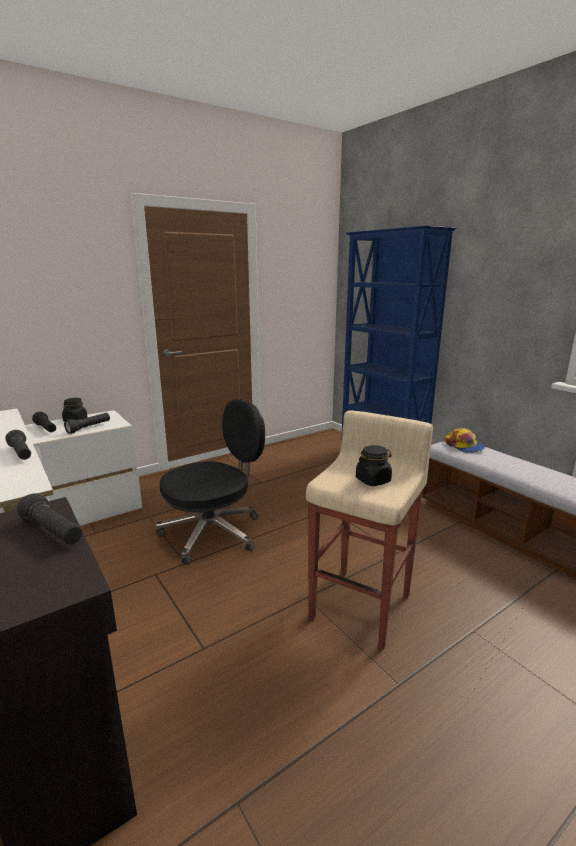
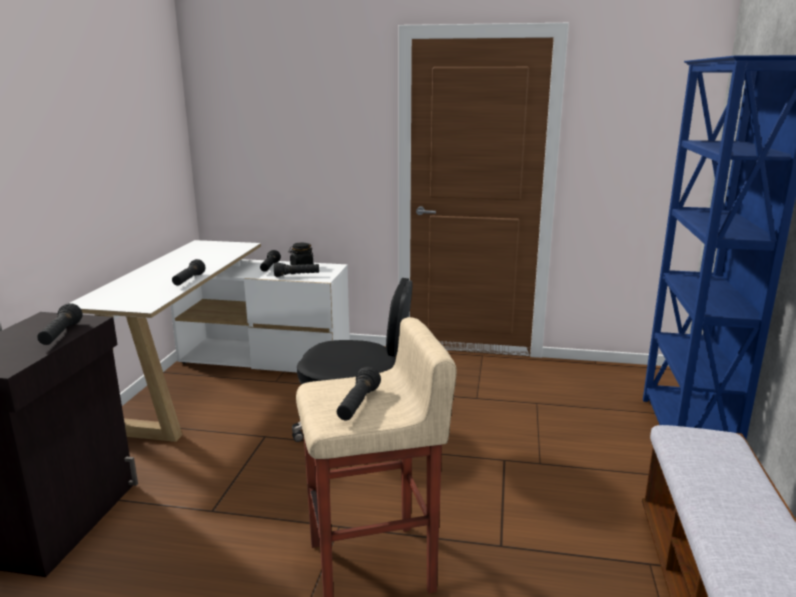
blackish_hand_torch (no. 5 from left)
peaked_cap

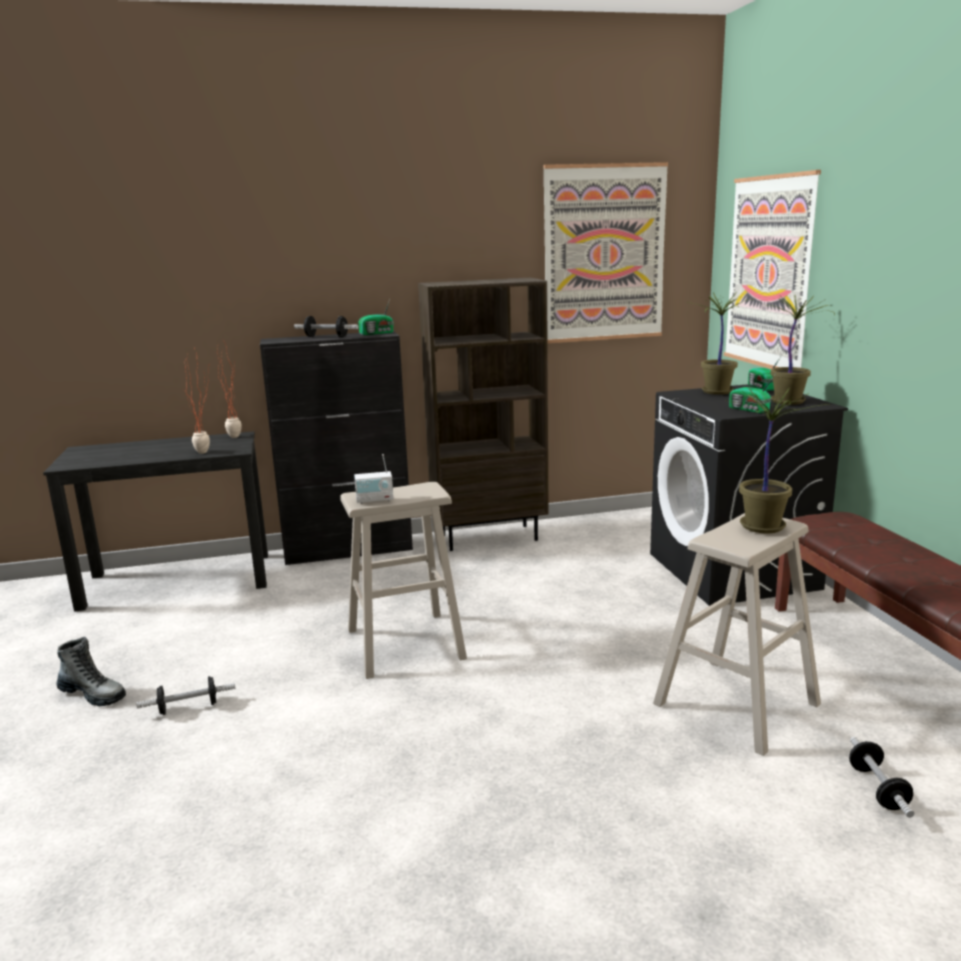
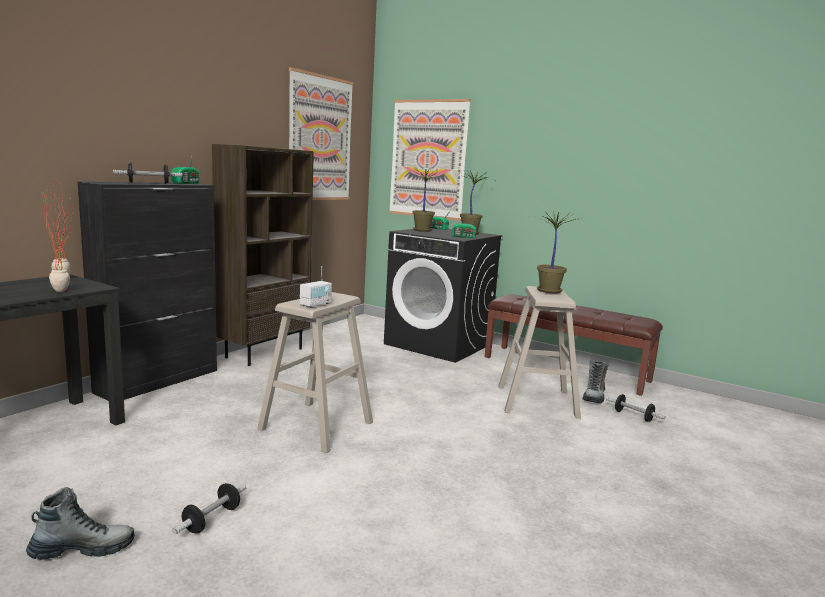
high-top_boot (no. 2 from left)

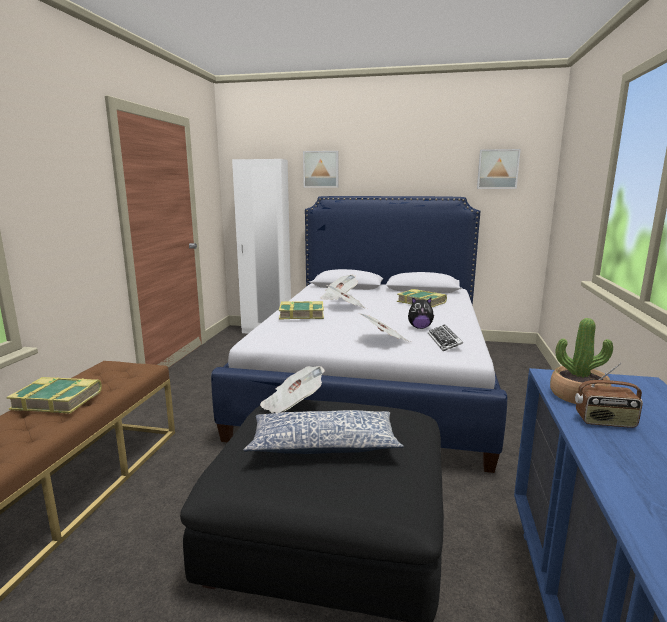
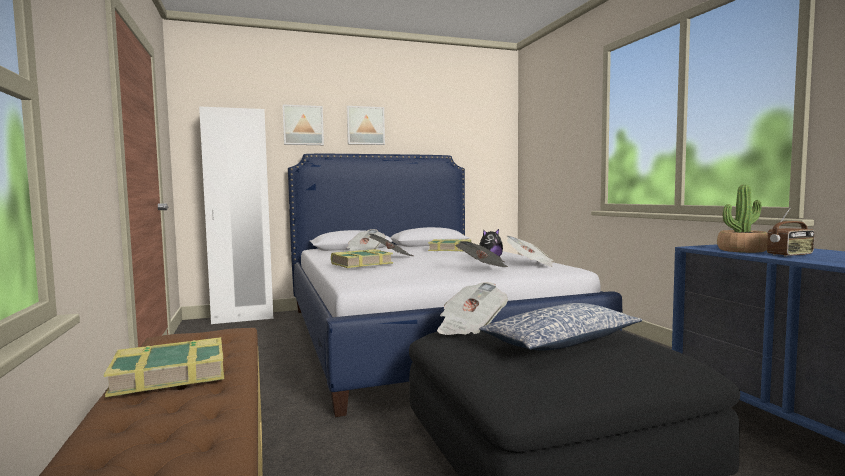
newspaper (no. 5 from left)
wall_art (no. 2 from left)

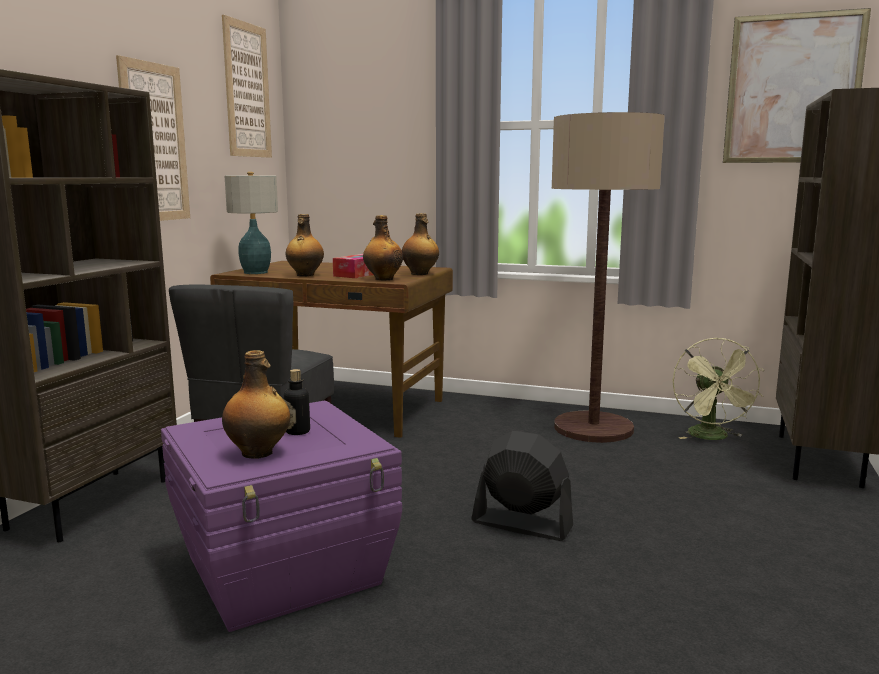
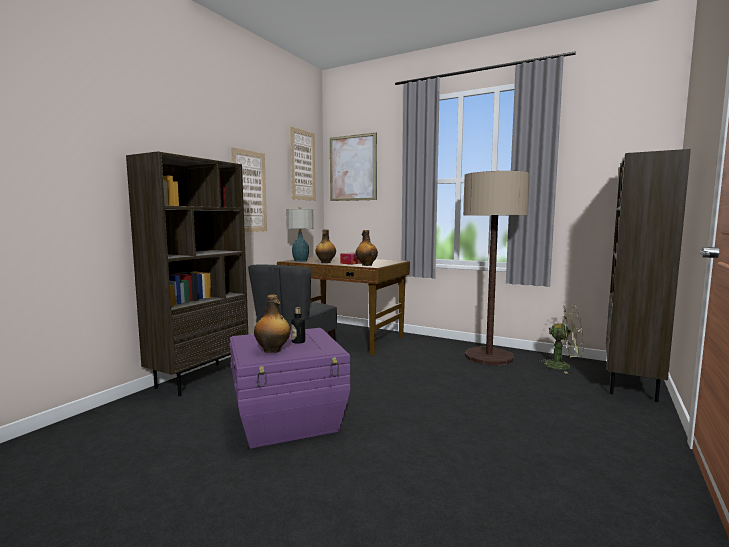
drink_bottle (no. 5 from left in the first image)
blackish_electric_fan
green_electric_fan
wall_art (no. 3 from left)

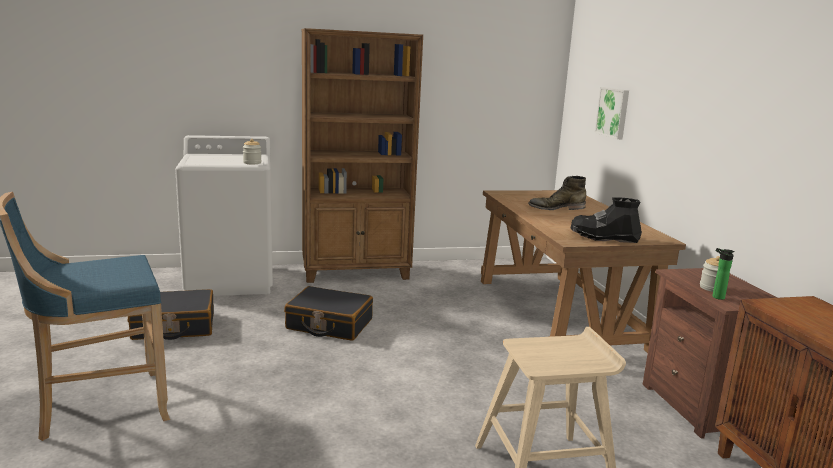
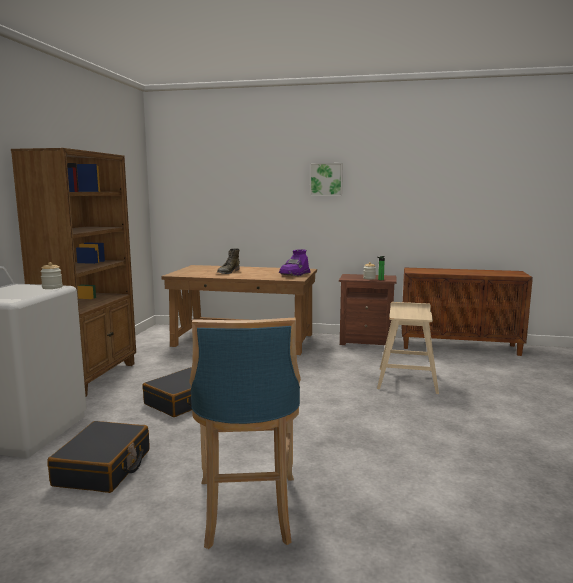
purple_high-top_boot
wall_art

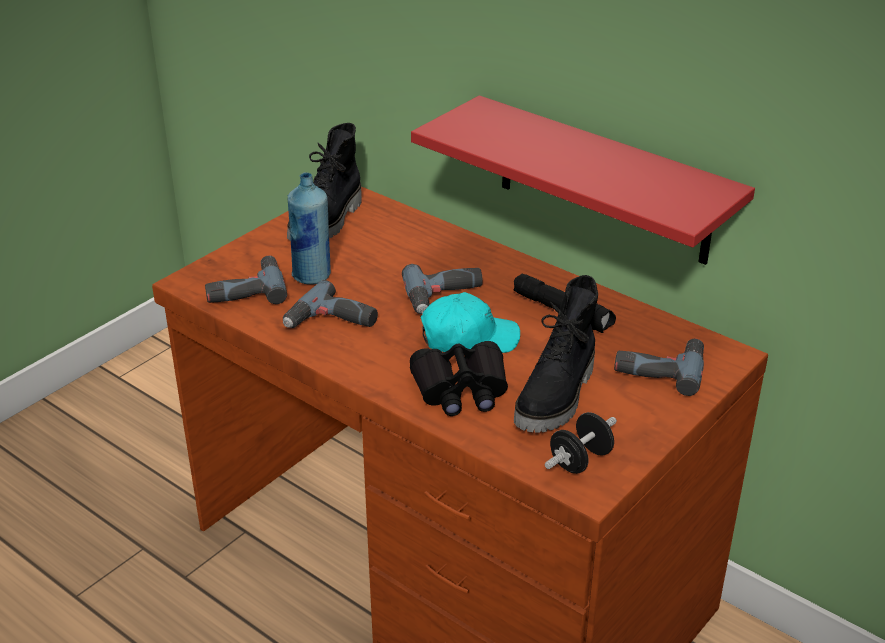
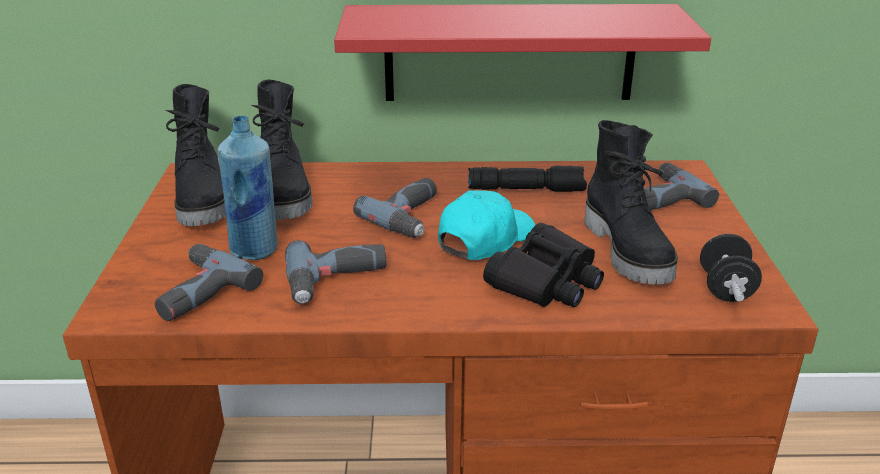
blackish_high-top_boot (no. 2 from left)

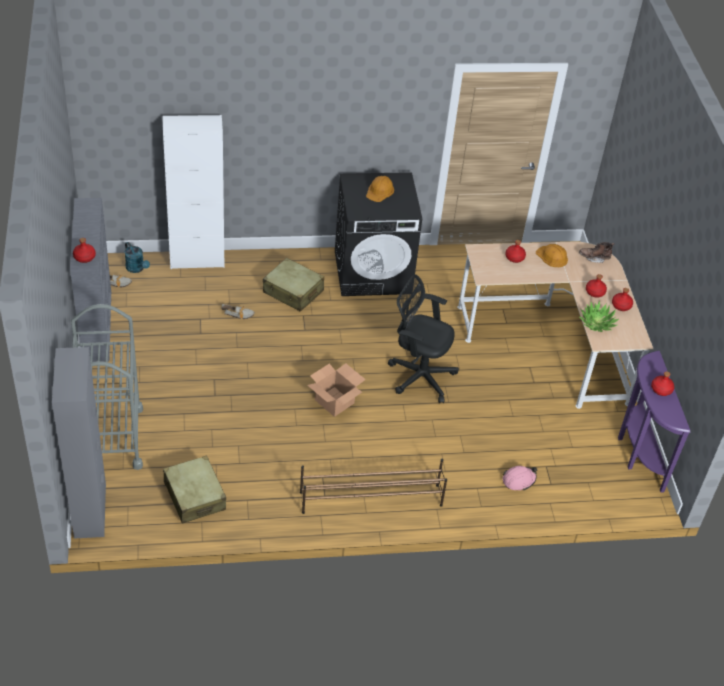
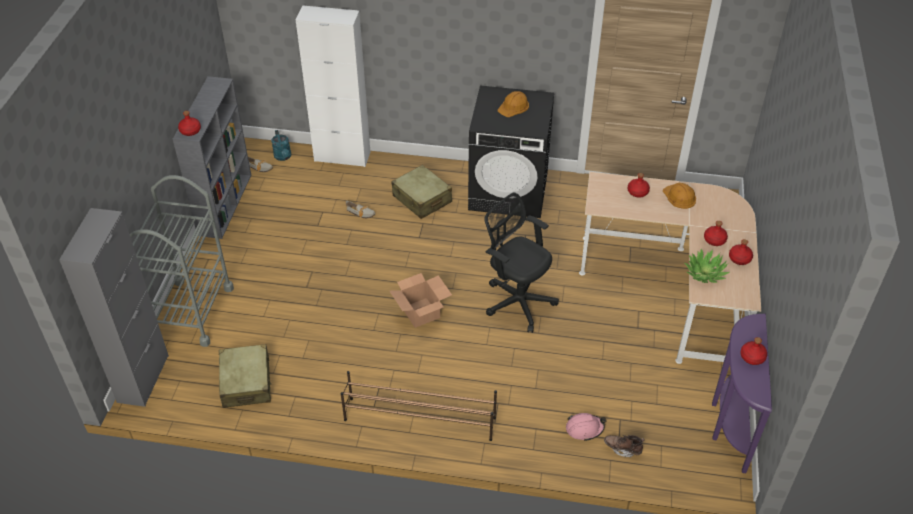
brown-coloured_high-top_boot

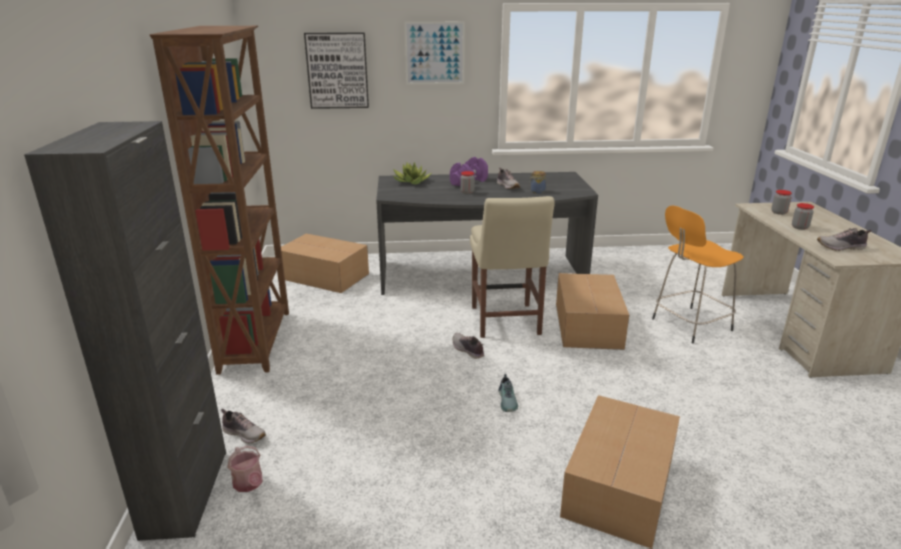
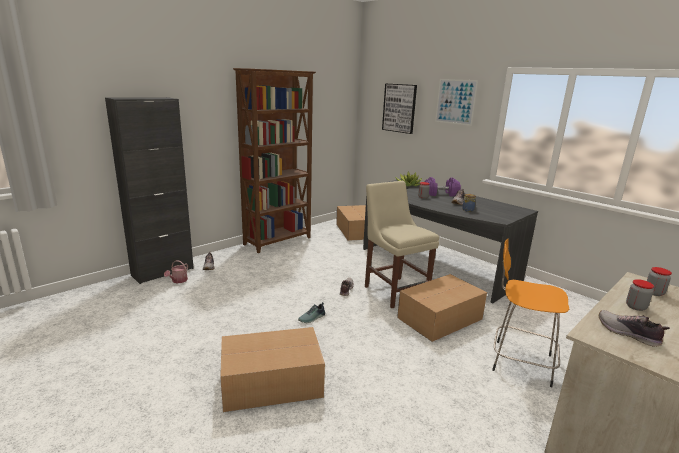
sand-coloured_upright_chair

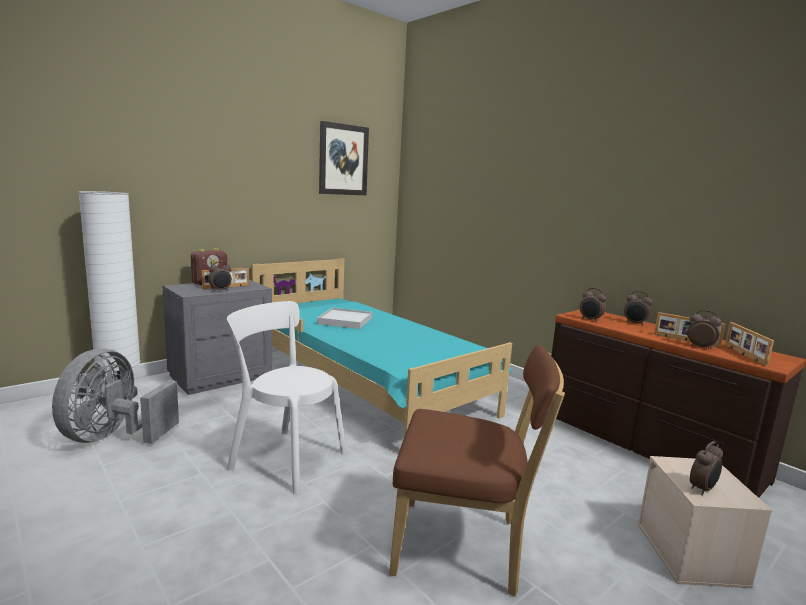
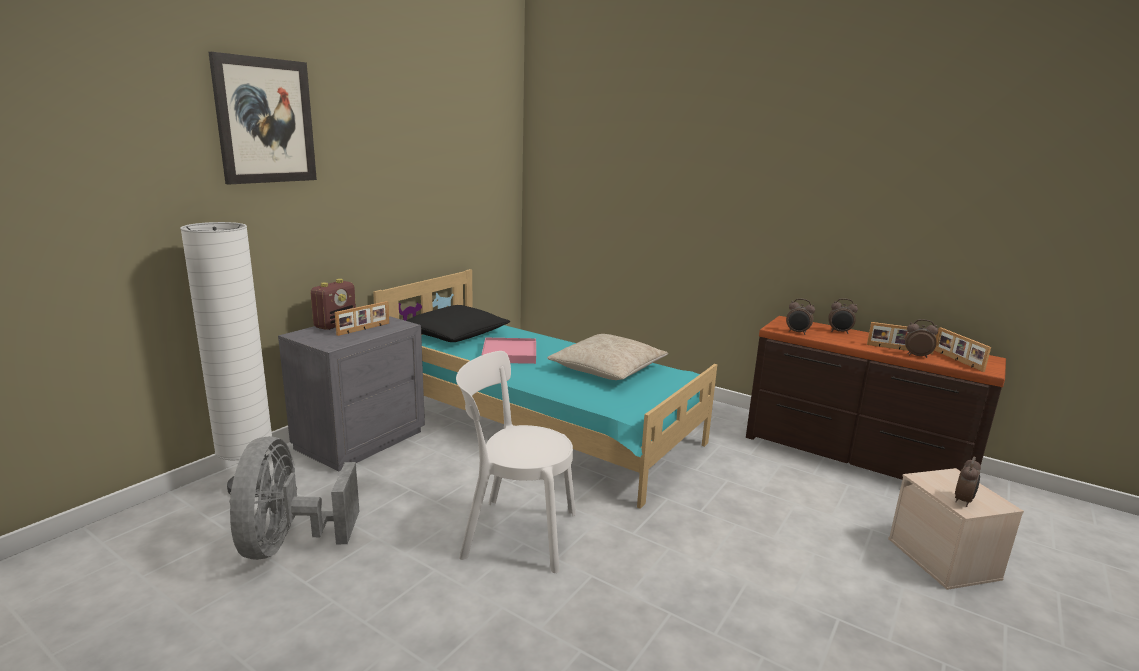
table_clock (no. 1 from left in the first image)
pinkish_carrying_tray
wall_art
brown-coloured_upright_chair
blackish_cushion
sand-coloured_cushion

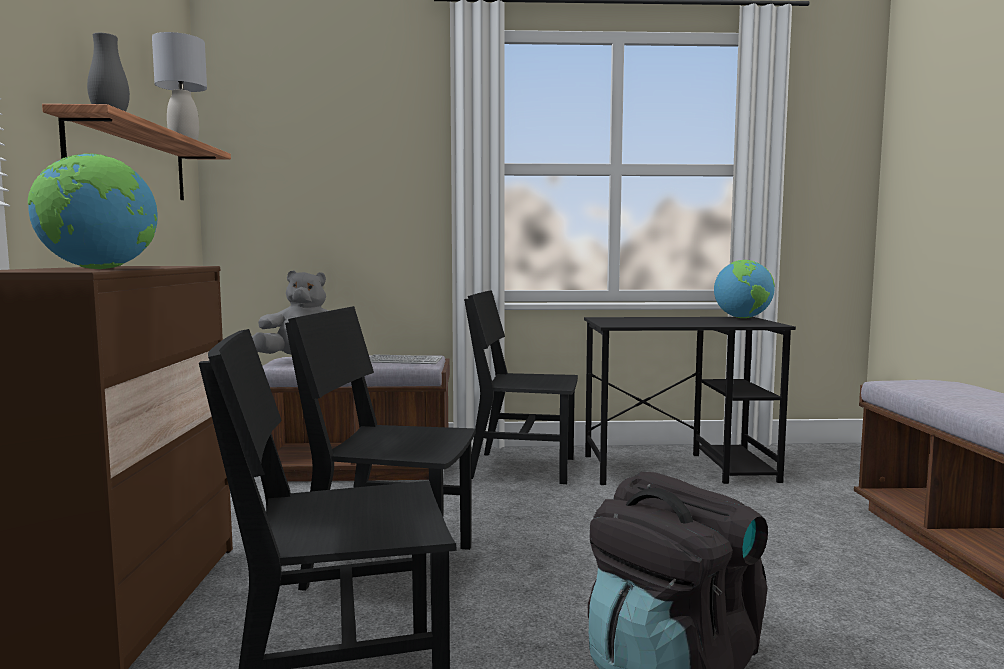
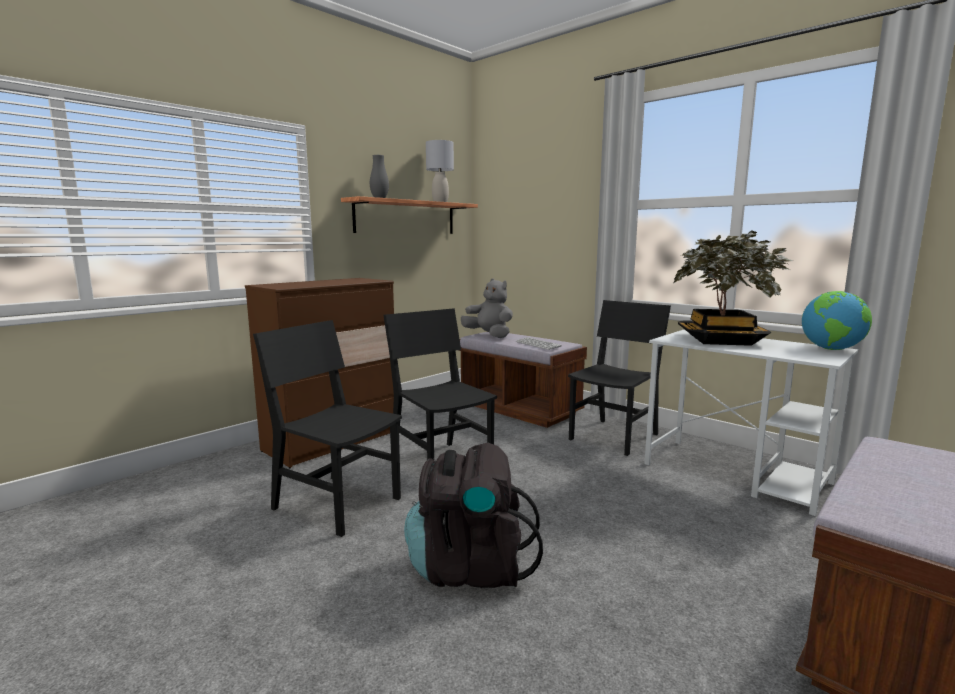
world_globe (no. 1 from left in the first image)
blackish_upright_chair (no. 3 from left)
white-coloured_desk
potted_plant

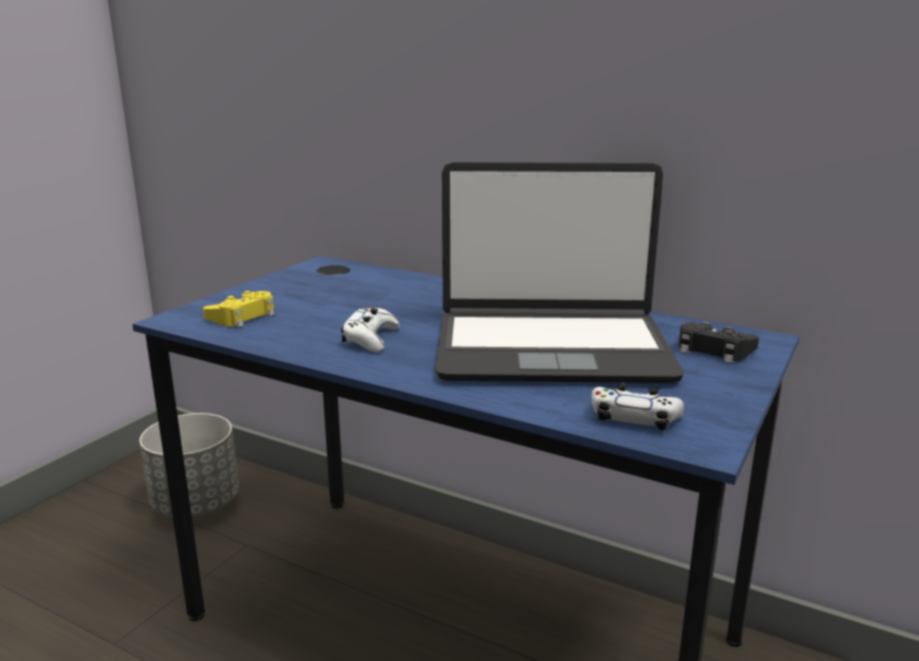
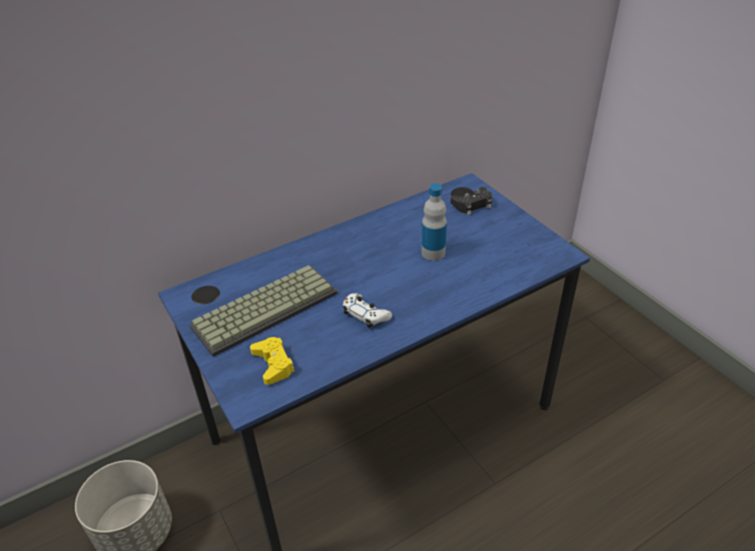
drink_bottle
white-coloured_game_controller (no. 2 from left in the first image)
keyboard

